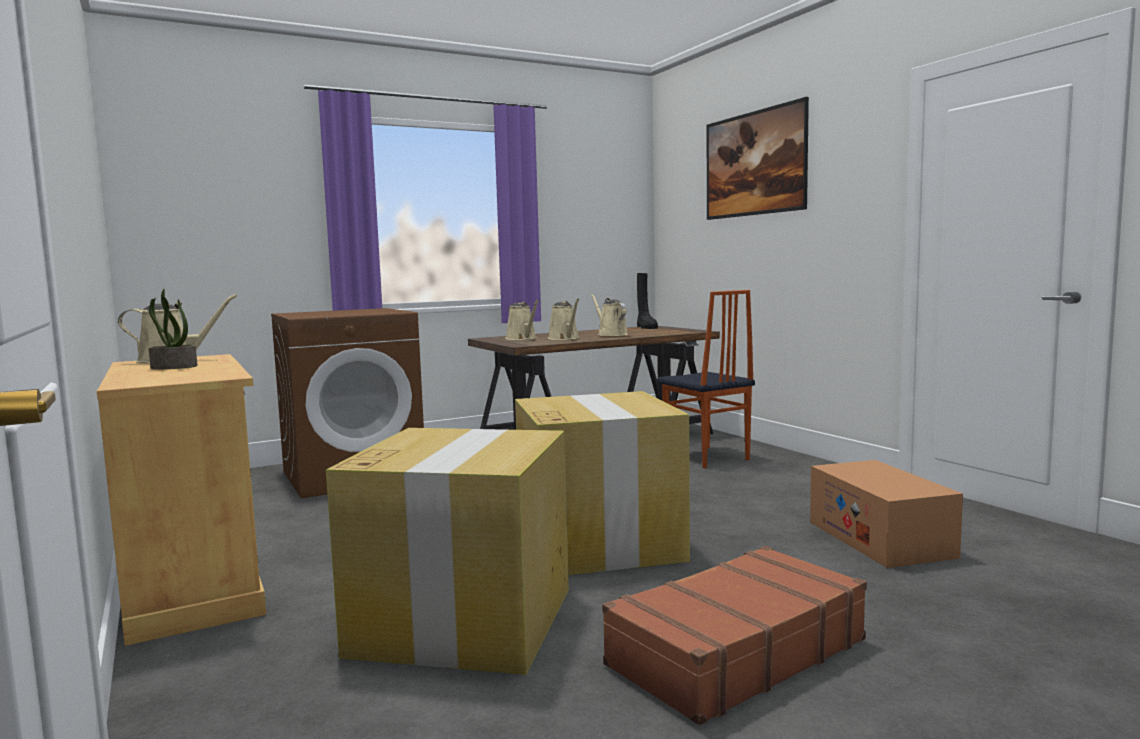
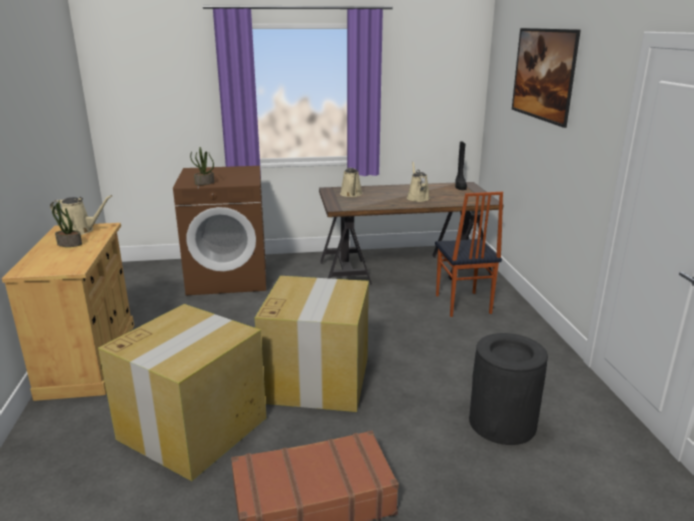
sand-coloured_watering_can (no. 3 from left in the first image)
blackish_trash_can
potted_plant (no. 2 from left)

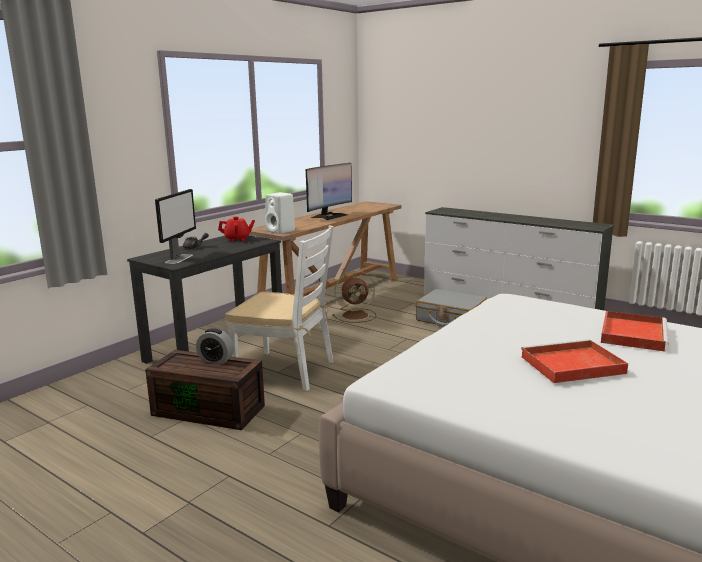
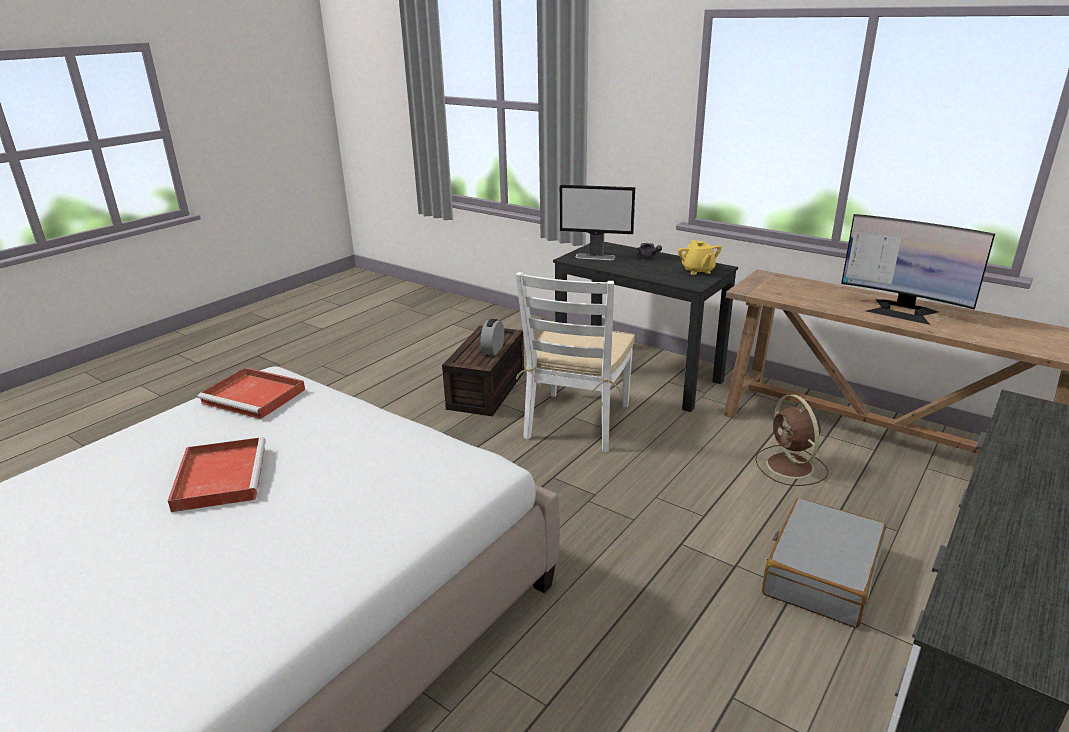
yellow_tea_pot
white-coloured_audio_speaker
reddish_carrying_tray (no. 2 from left)

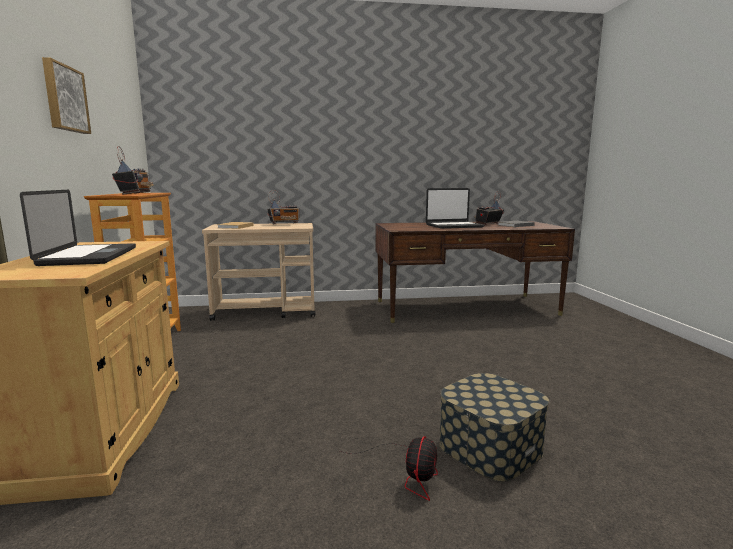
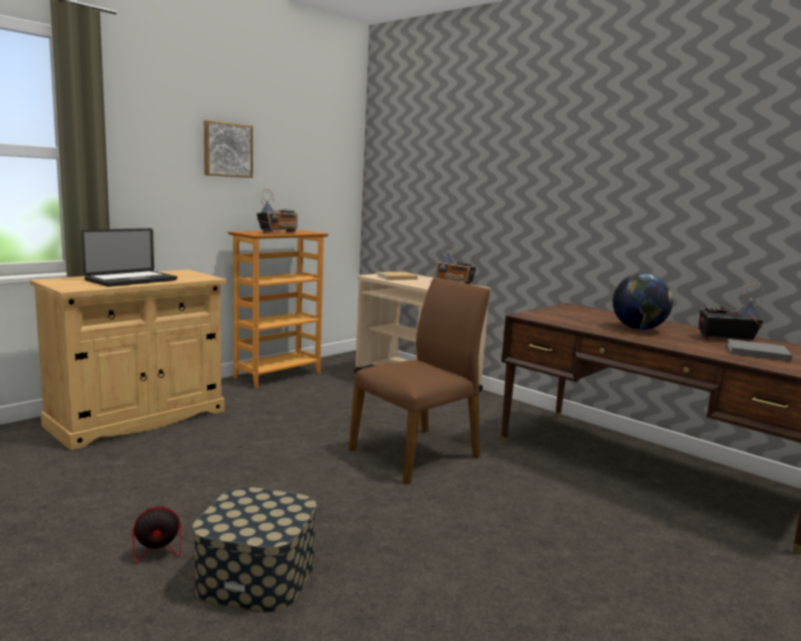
world_globe
brown-coloured_upright_chair

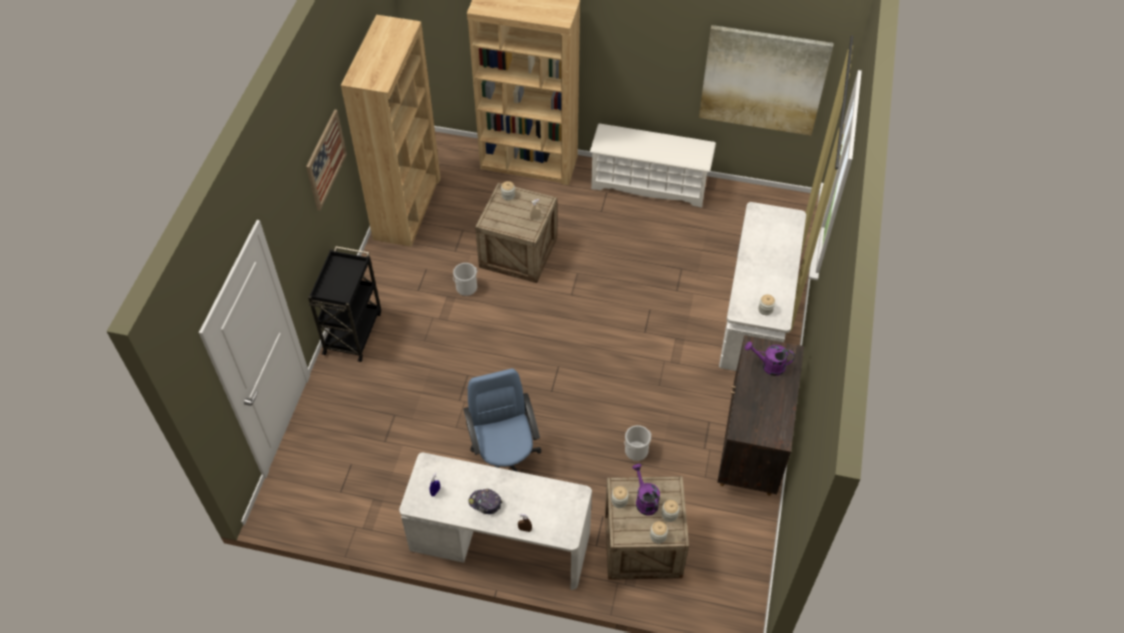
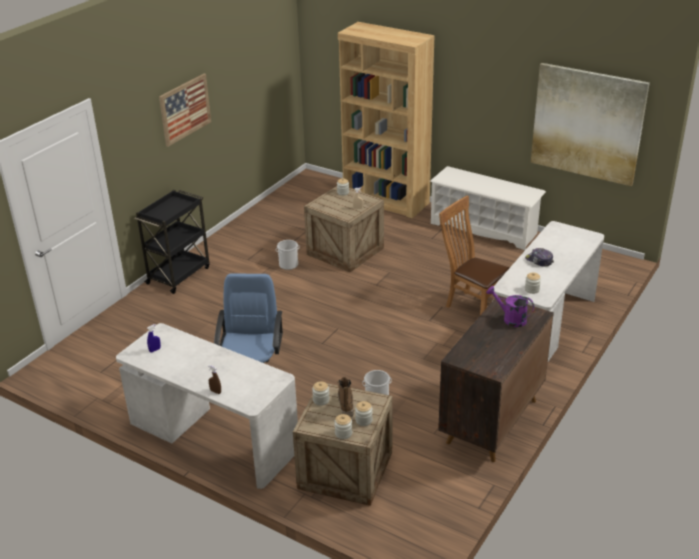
brown-coloured_bookcase (no. 1 from left in the first image)
peaked_cap
high-top_boot
brown-coloured_upright_chair

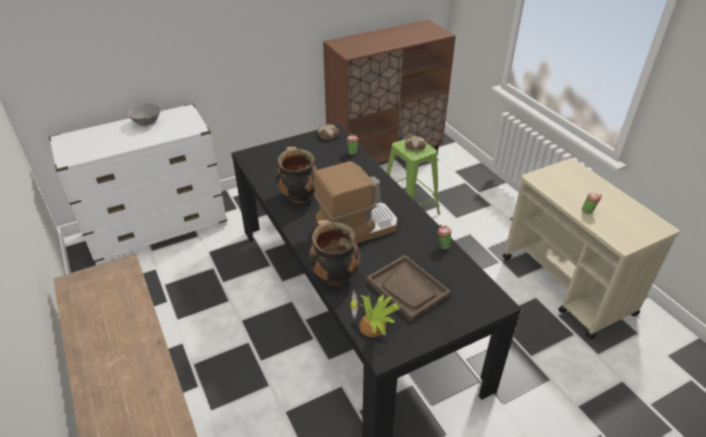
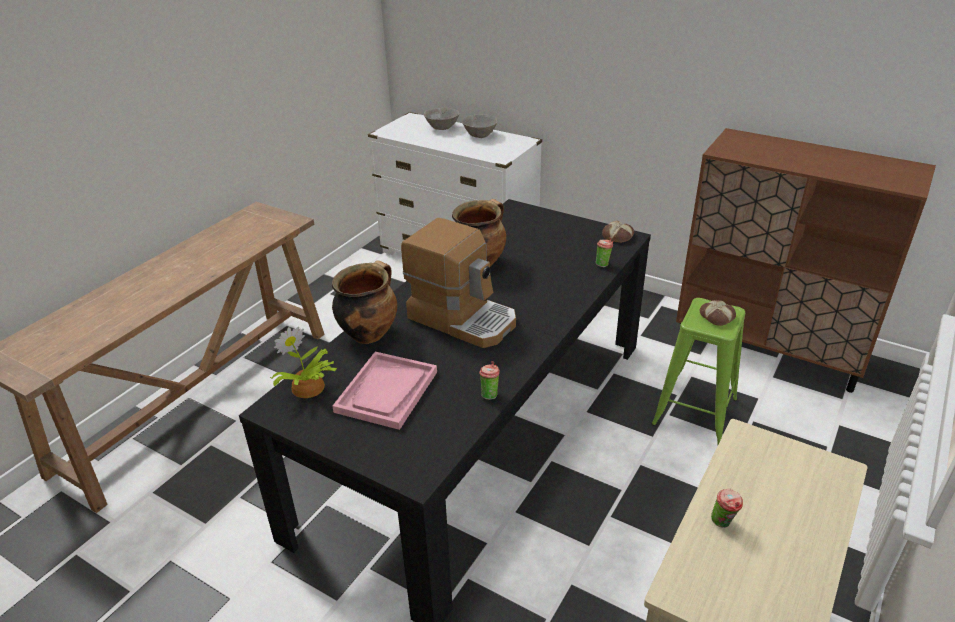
pinkish_carrying_tray
grey_bowl (no. 1 from left)

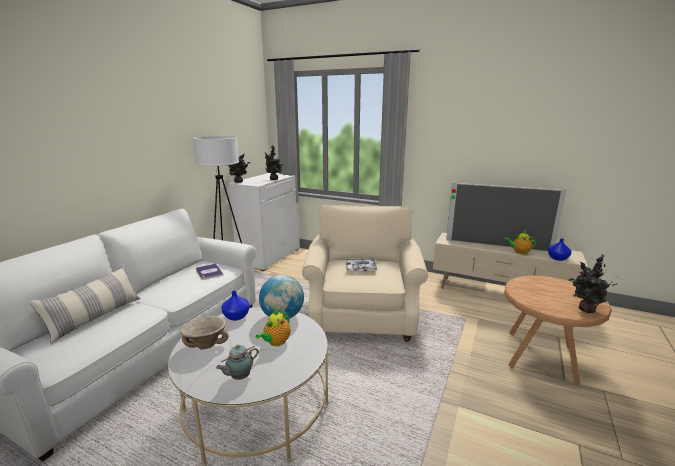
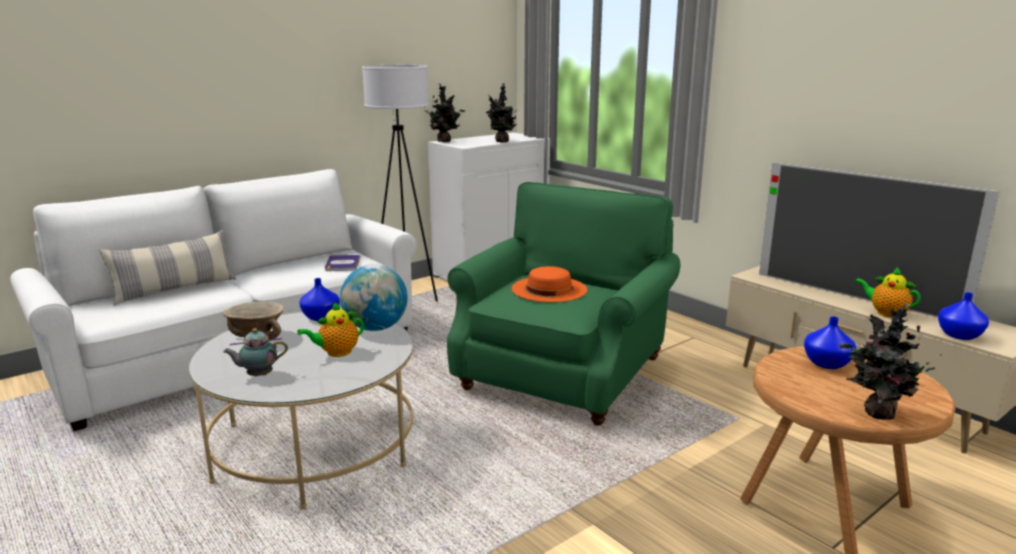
green_easy_chair
orange-coloured_wearable_hat
bluish_flower_vase (no. 2 from left)

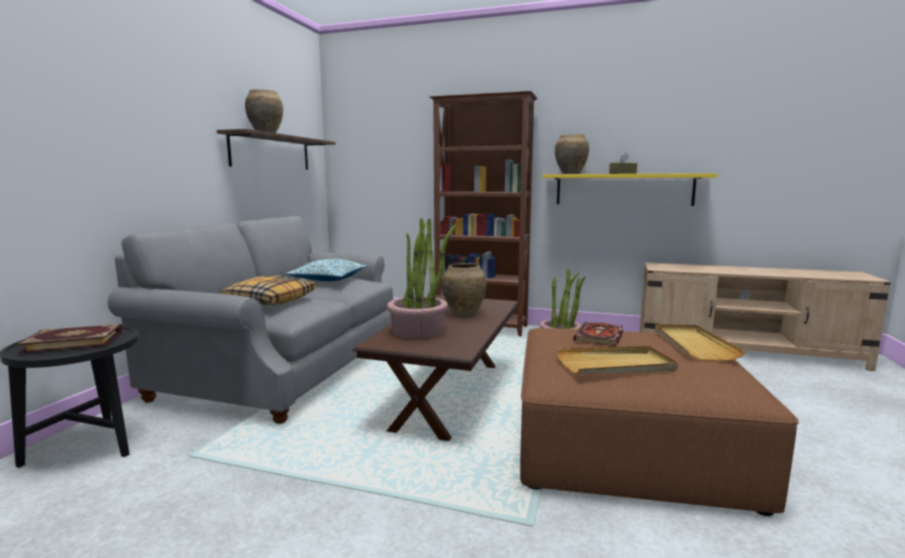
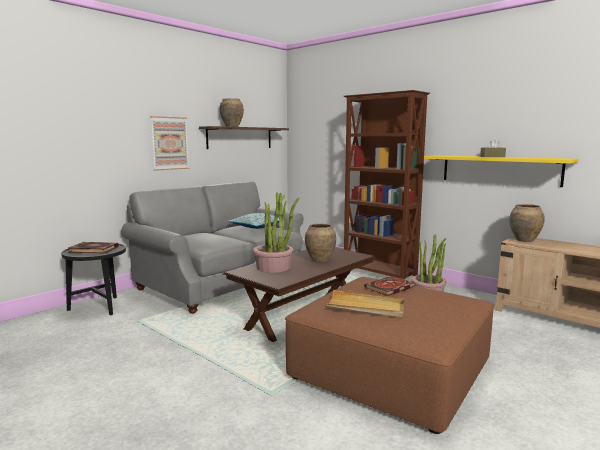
cushion (no. 1 from left in the first image)
brown-coloured_flower_vase (no. 3 from left)
sand-coloured_carrying_tray (no. 2 from left in the first image)
wall_art

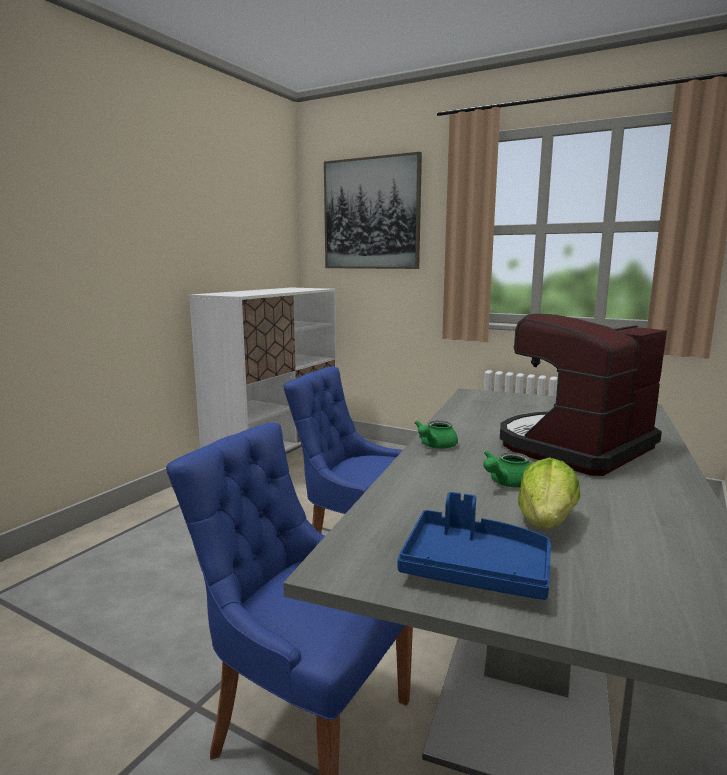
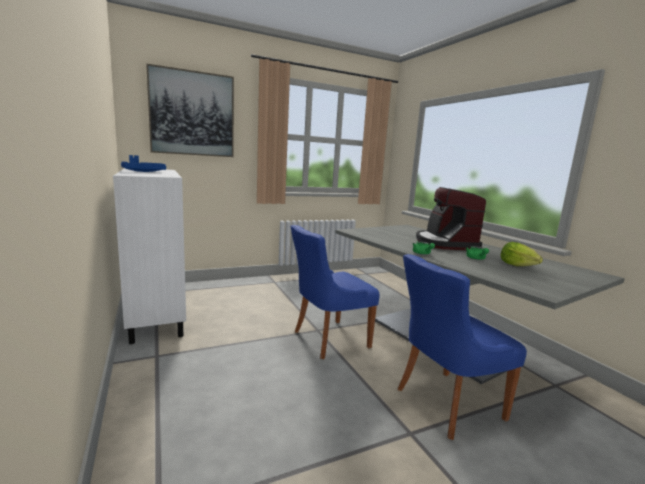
bluish_carrying_tray

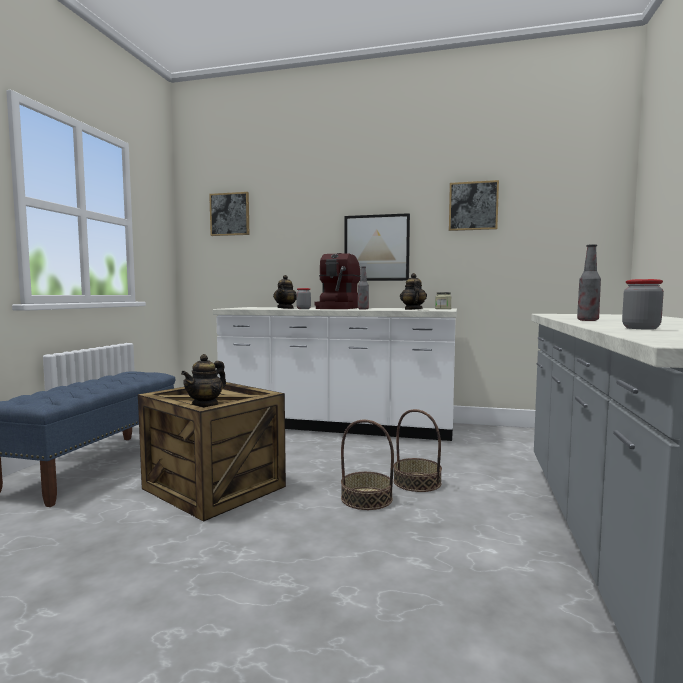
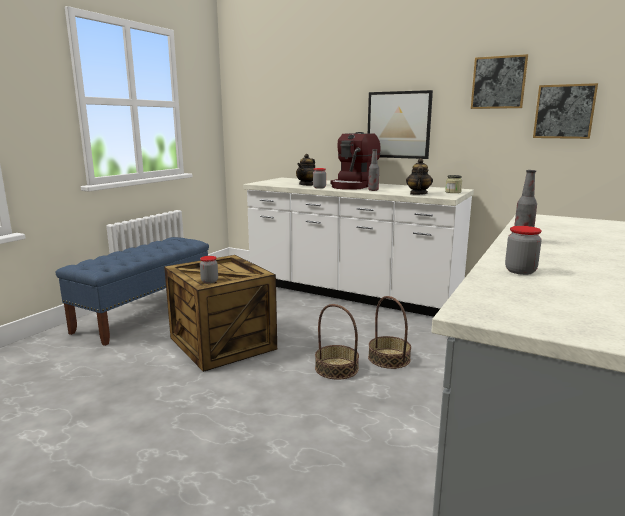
jar (no. 1 from left)
wall_art (no. 3 from left)

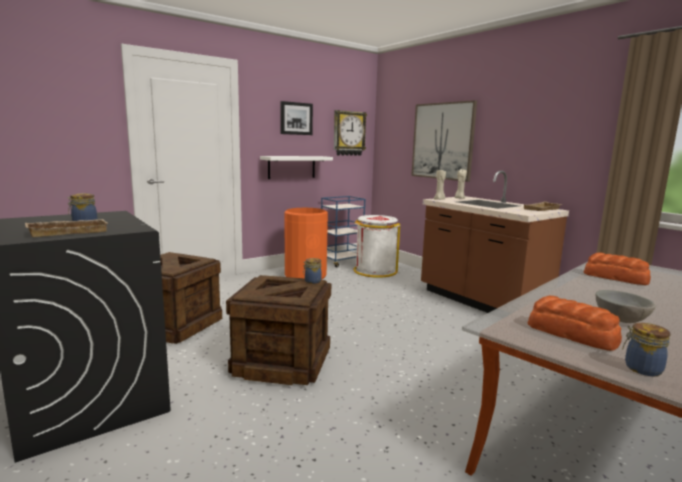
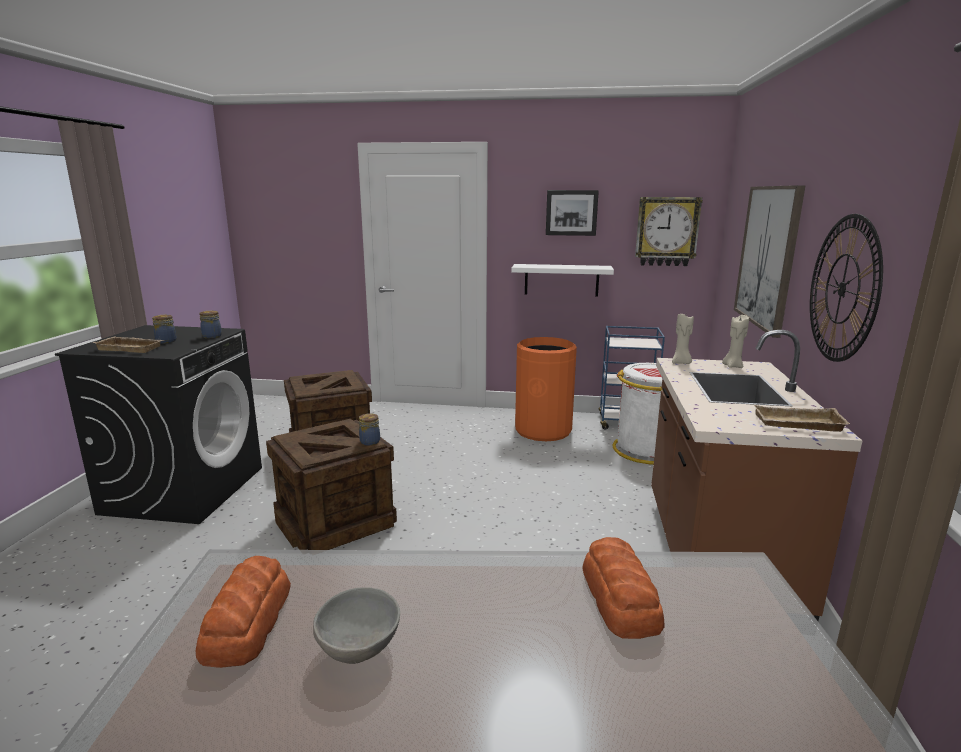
jar (no. 2 from left)
hanging_clock (no. 2 from left)

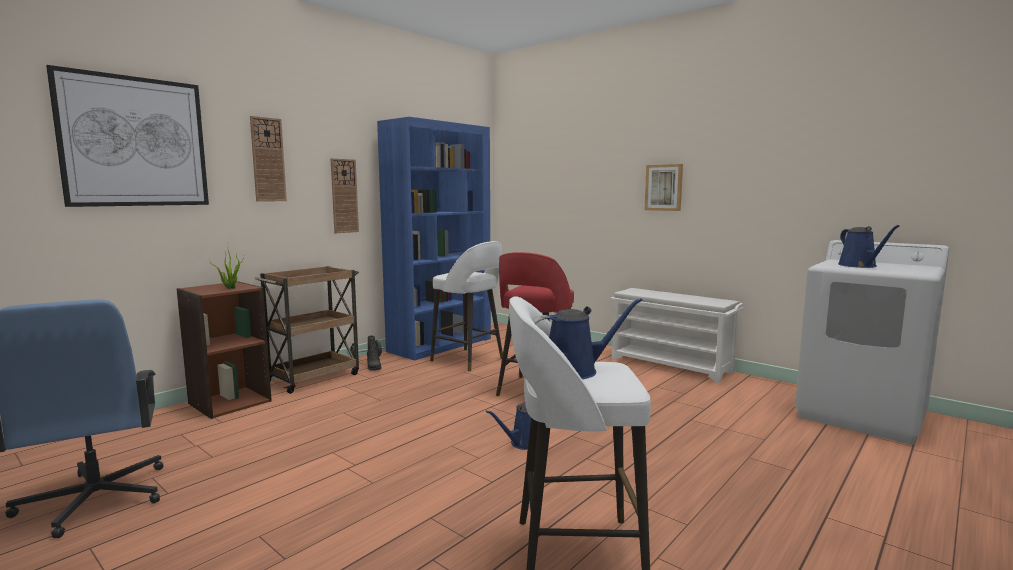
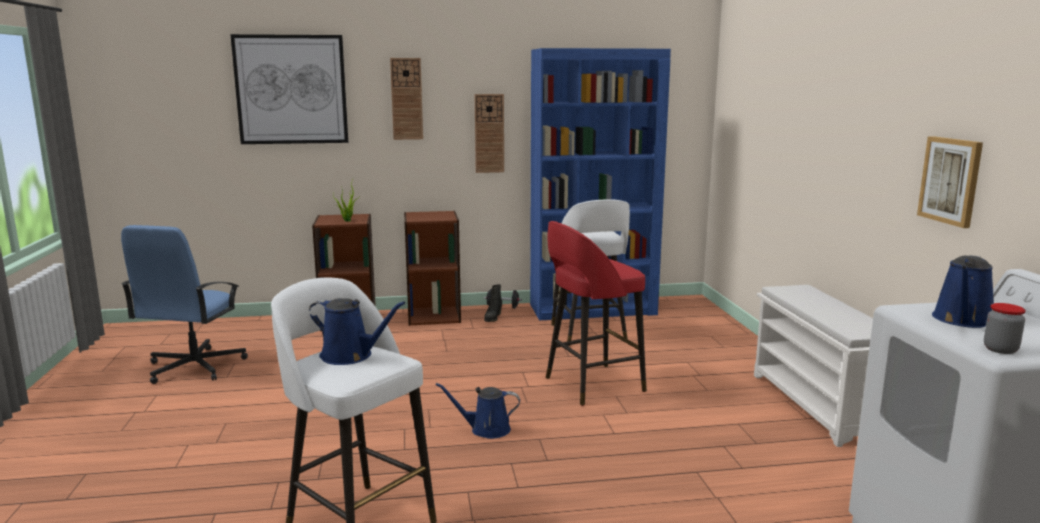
brown-coloured_bookcase (no. 2 from left)
wall_art (no. 2 from left)
jar

